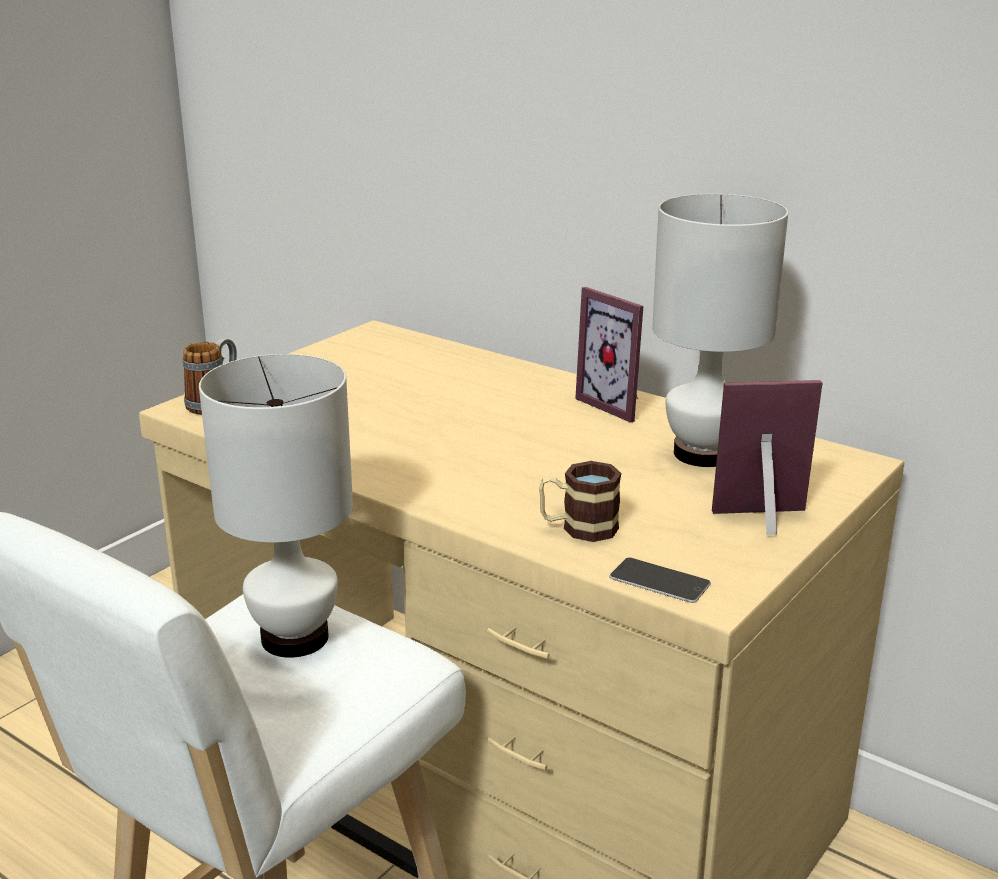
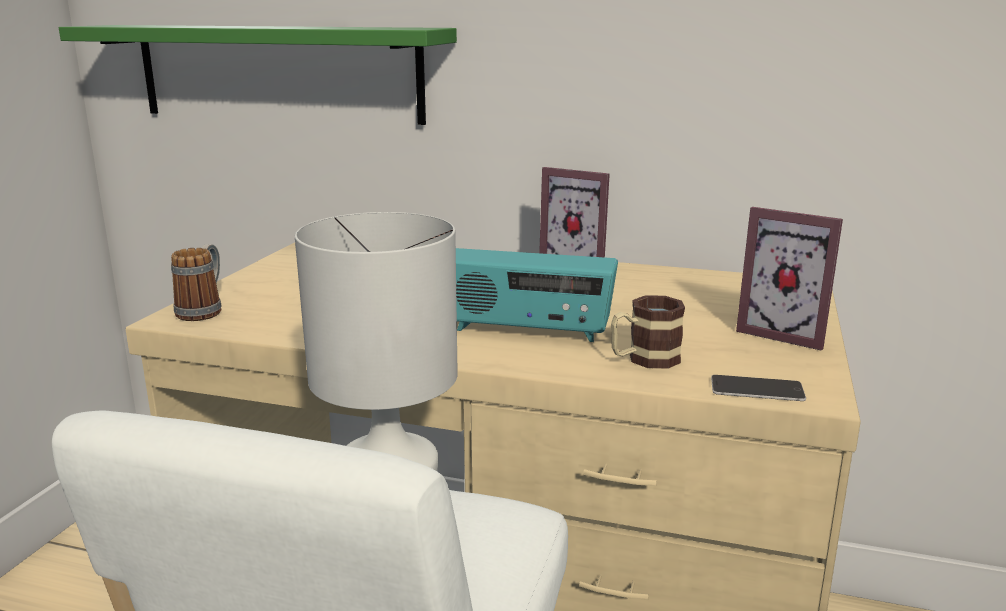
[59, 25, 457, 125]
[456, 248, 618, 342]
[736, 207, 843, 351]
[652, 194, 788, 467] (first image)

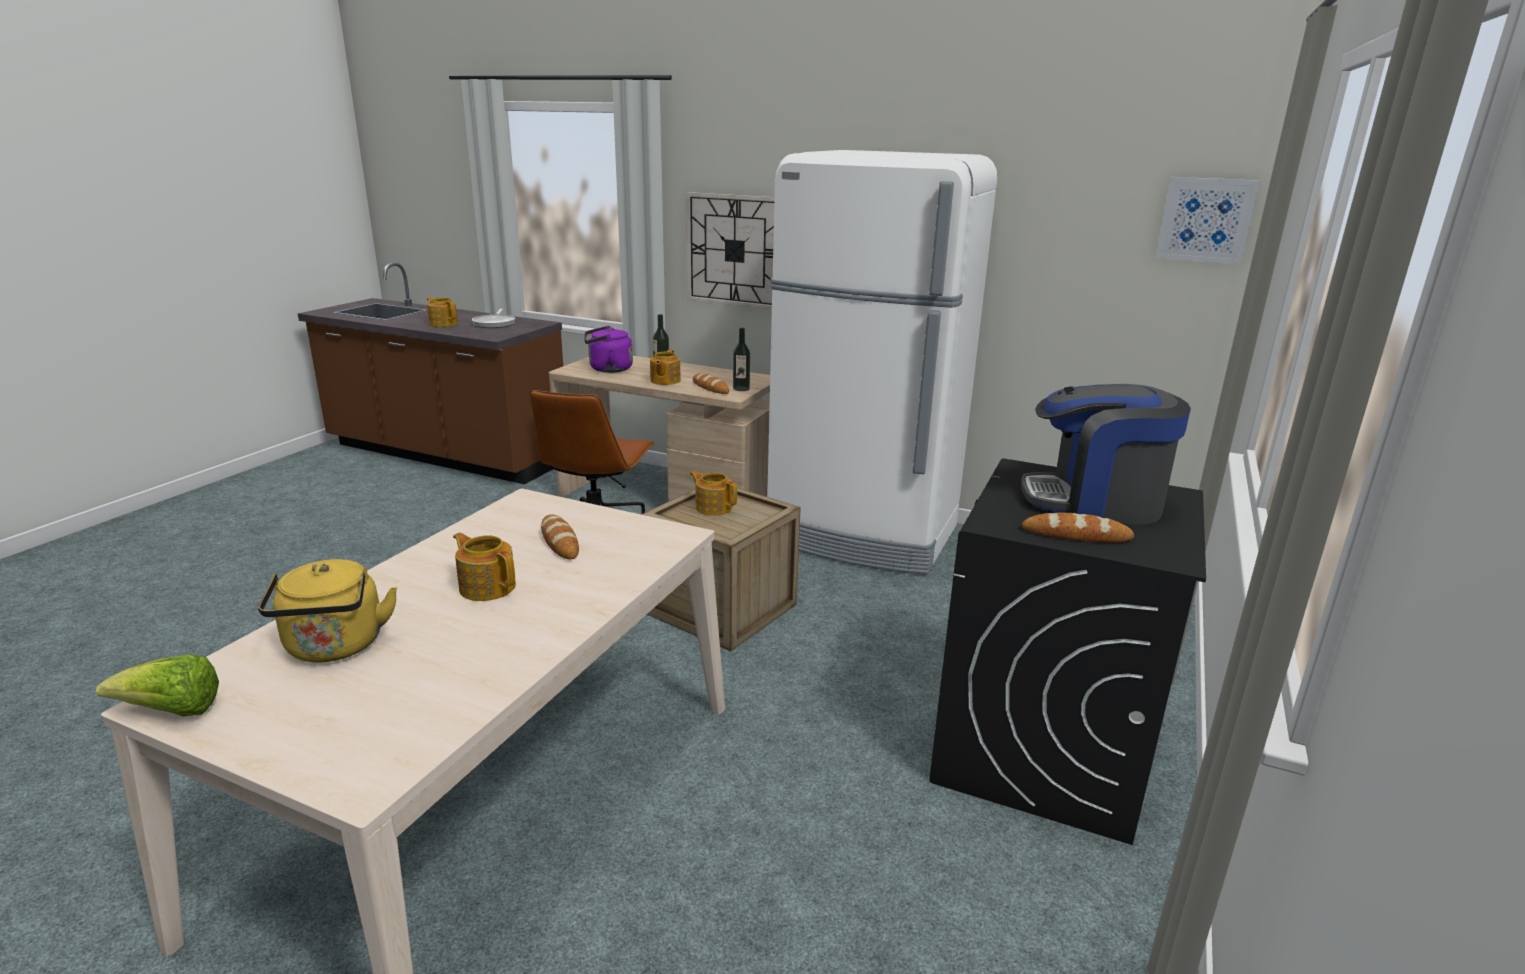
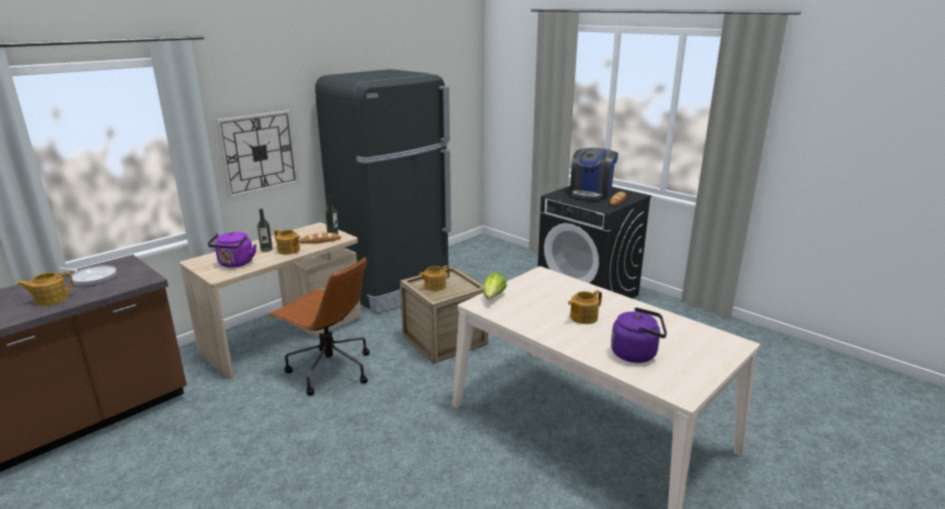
[315, 69, 451, 313]
[483, 272, 507, 299]
[611, 307, 667, 363]
[541, 514, 579, 559] (first image)
[1156, 177, 1260, 264] (first image)

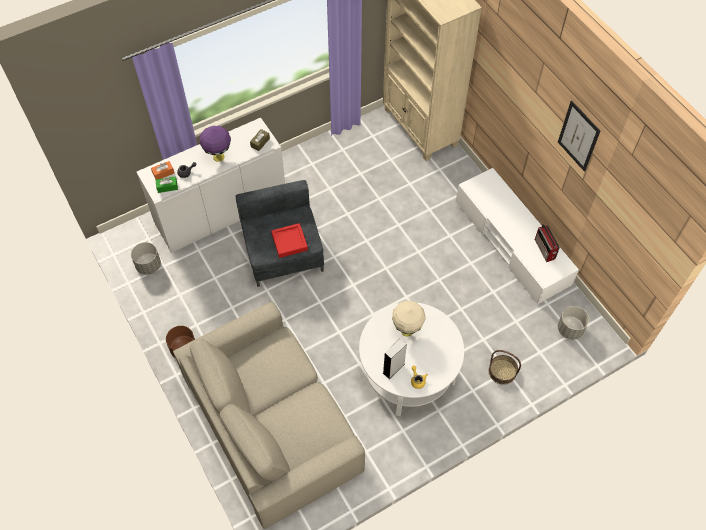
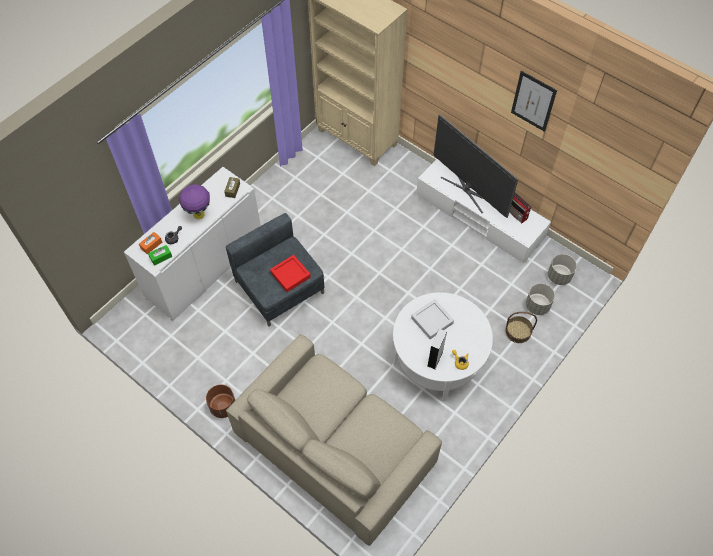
[411, 299, 454, 339]
[434, 114, 518, 218]
[526, 283, 555, 315]

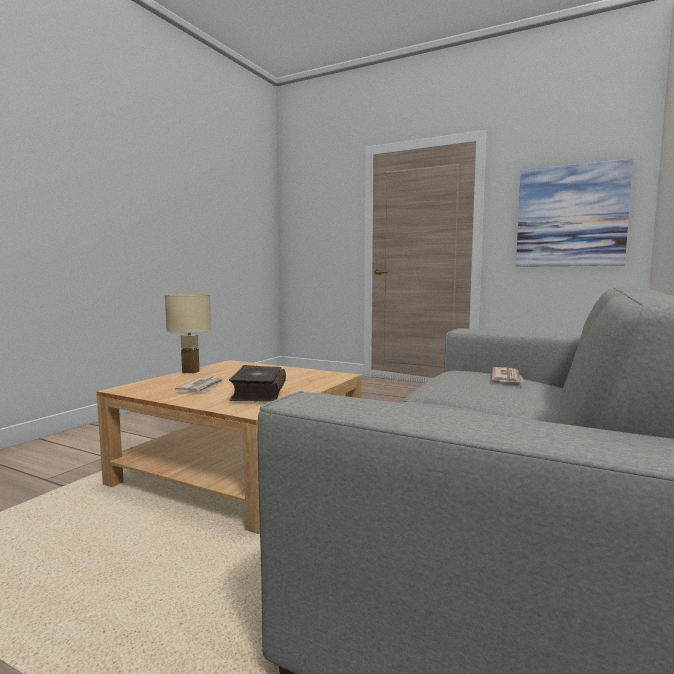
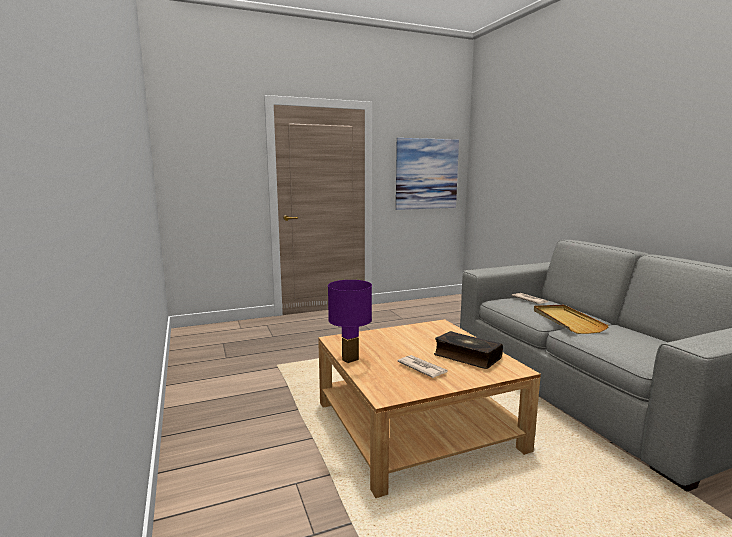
[328, 280, 372, 363]
[534, 305, 609, 334]

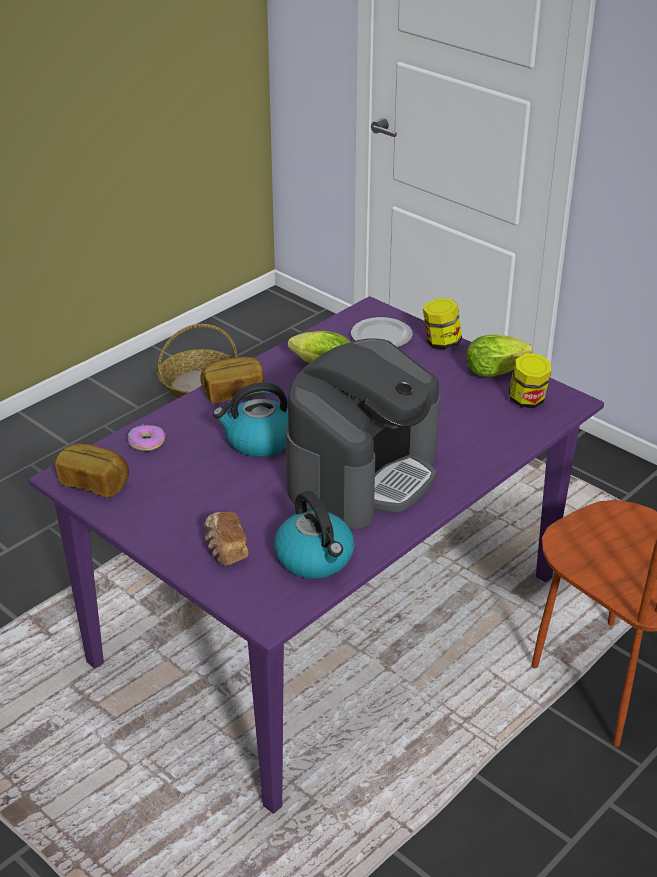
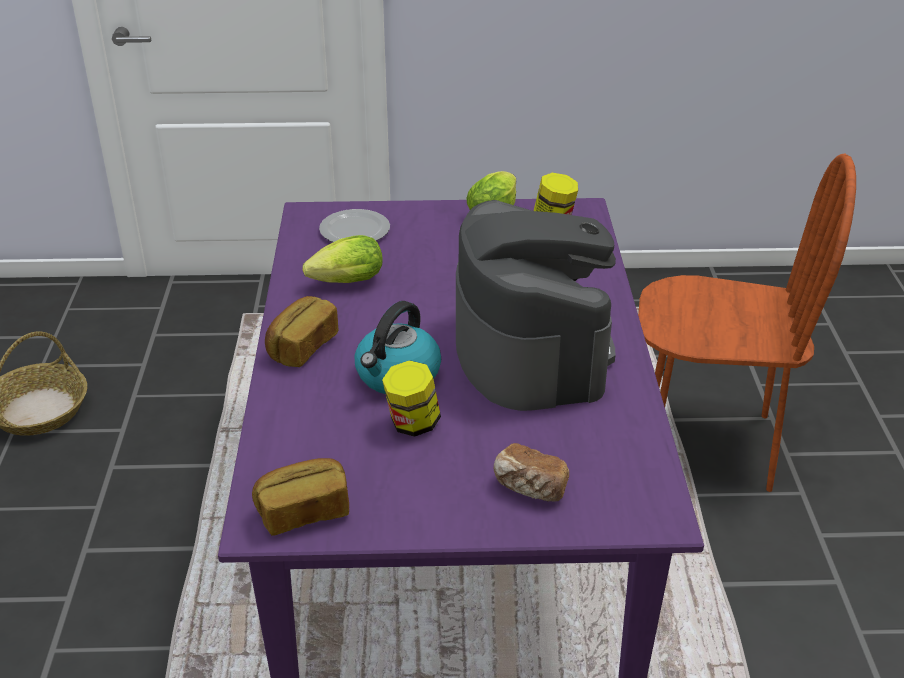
[382, 360, 441, 437]
[127, 425, 165, 451] (first image)
[274, 491, 355, 579] (first image)

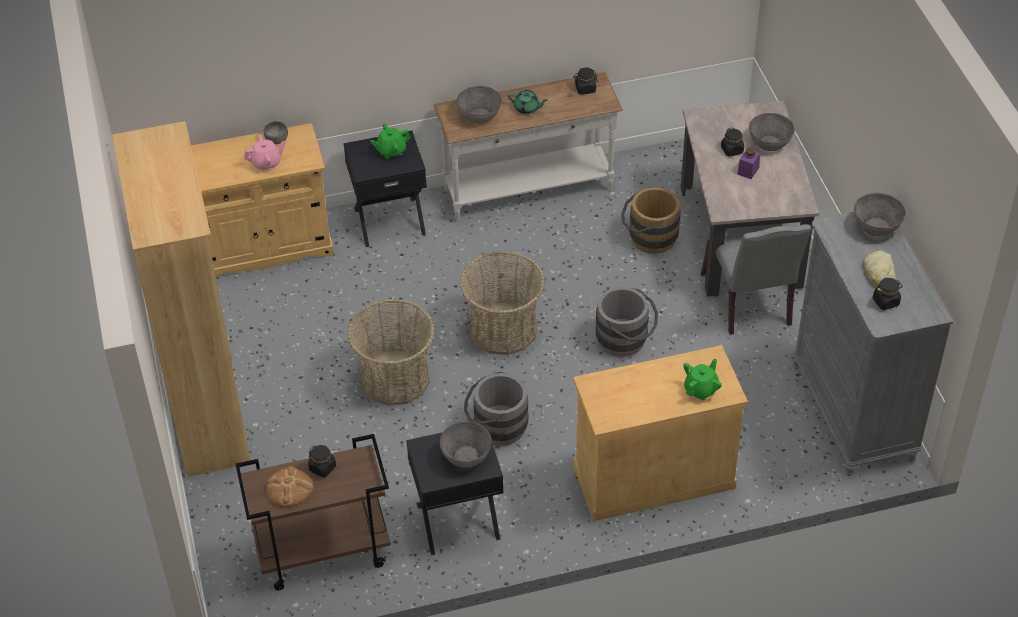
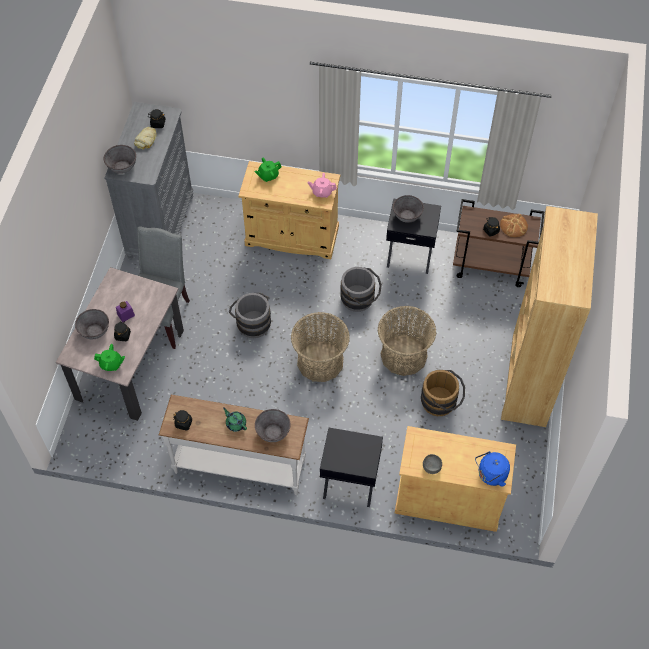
[94, 344, 125, 371]
[308, 173, 337, 198]
[421, 370, 465, 416]
[475, 451, 510, 486]

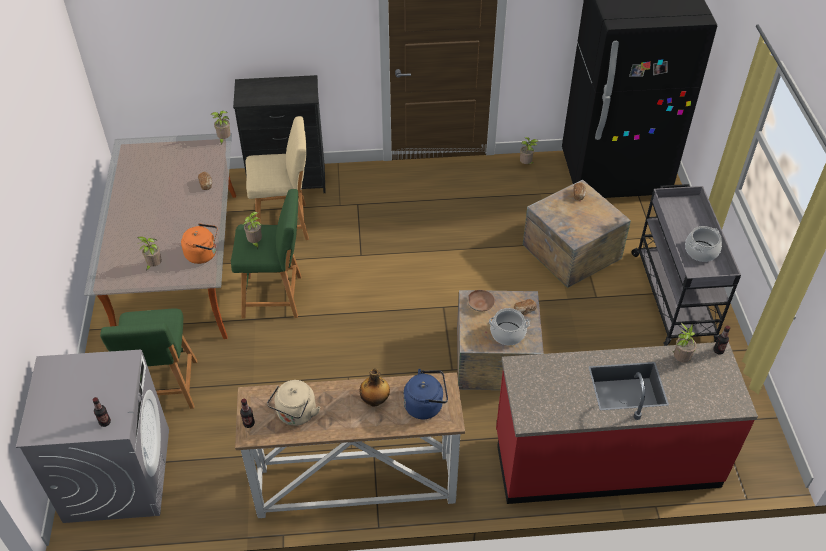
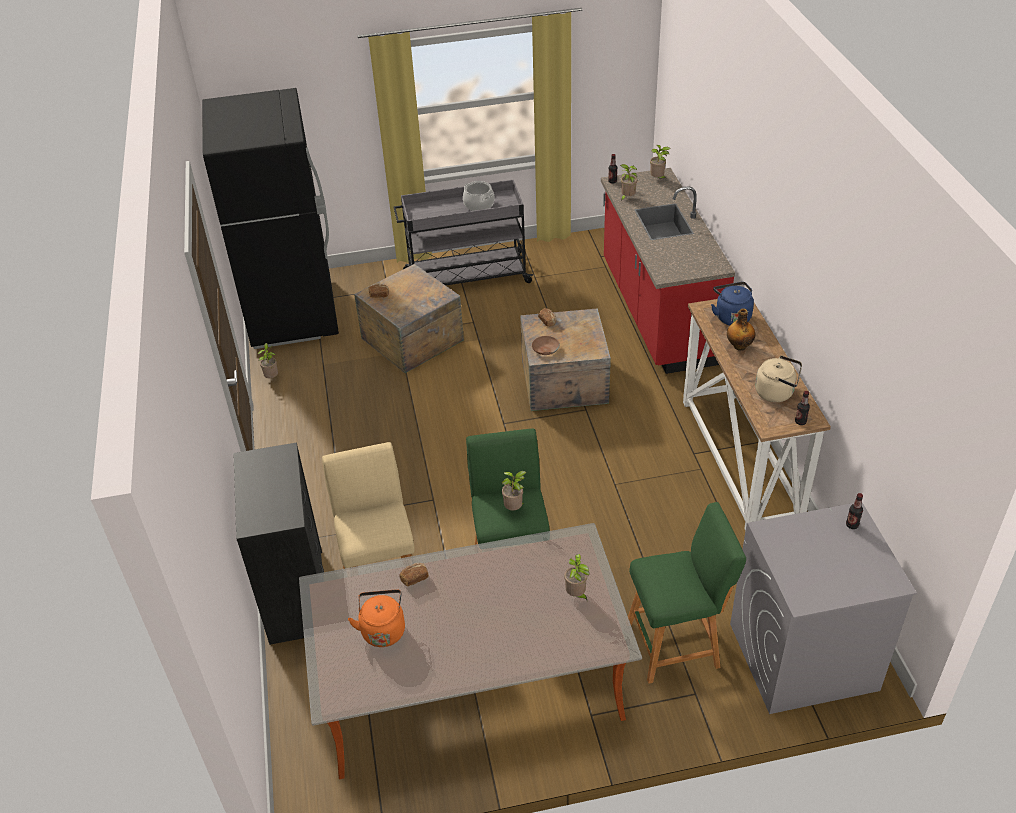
[348, 590, 405, 647]
[650, 145, 671, 179]
[489, 308, 530, 345] (first image)

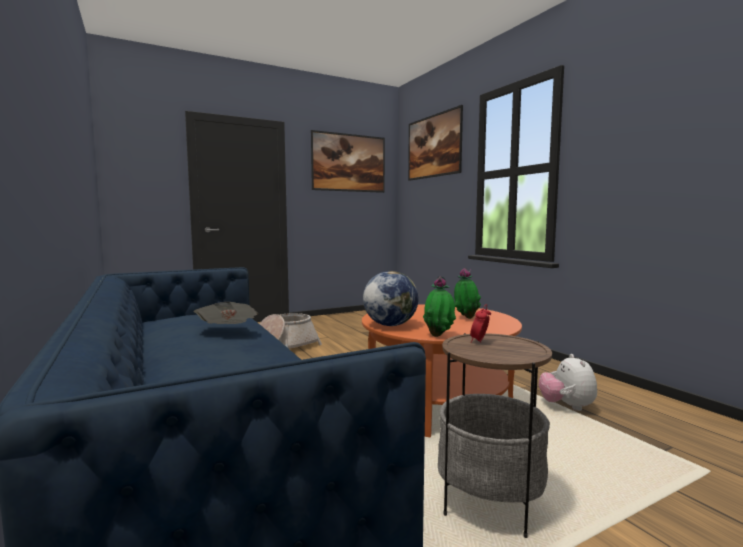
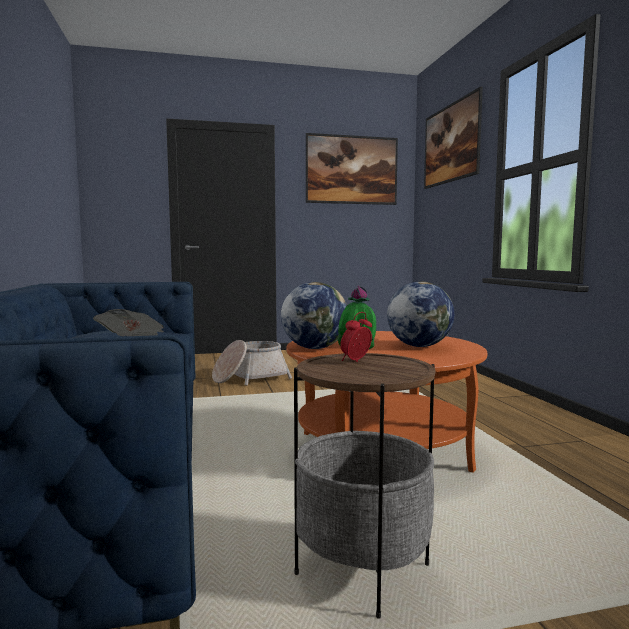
[387, 281, 454, 347]
[539, 354, 597, 411] (first image)

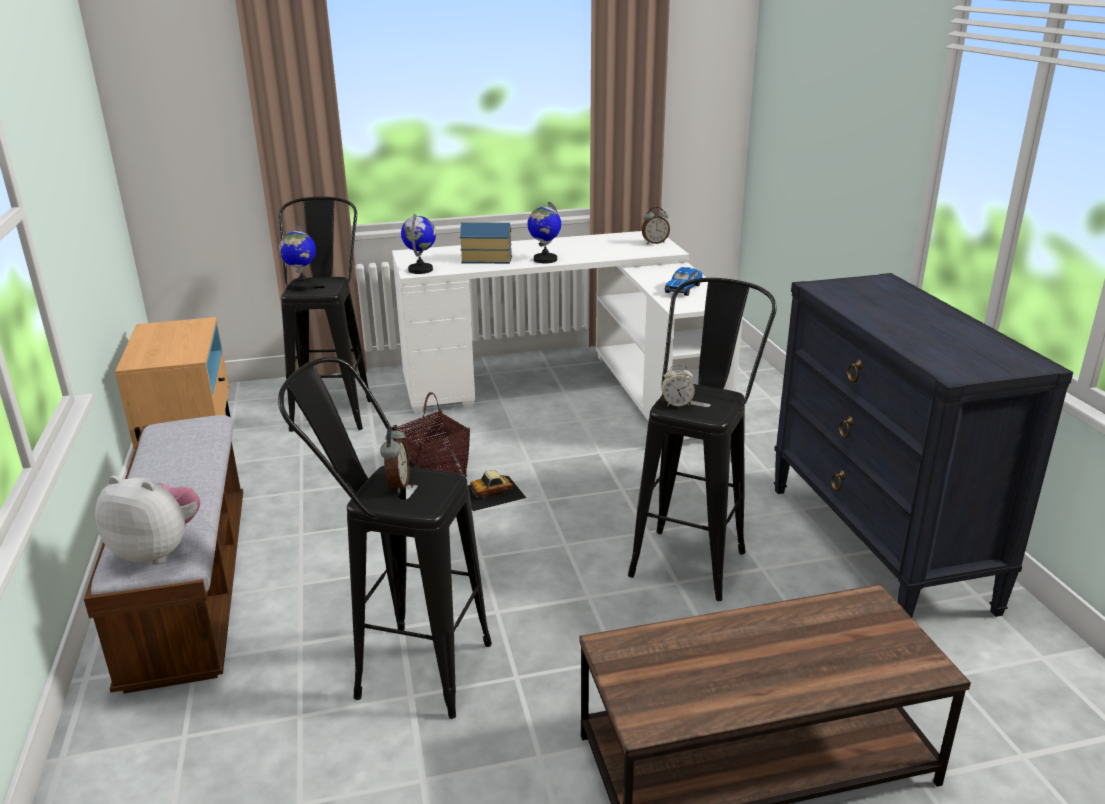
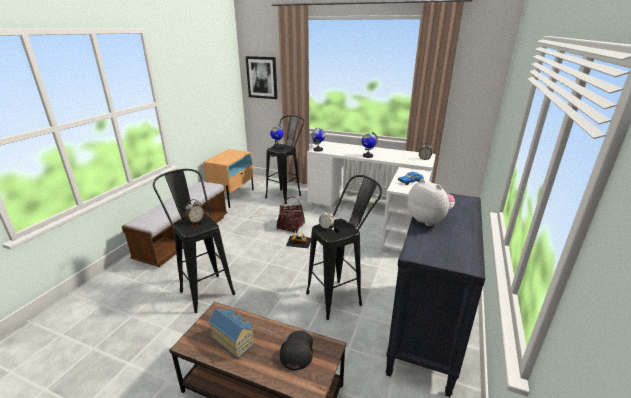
[208, 309, 254, 359]
[246, 56, 278, 99]
[280, 330, 313, 370]
[407, 179, 455, 226]

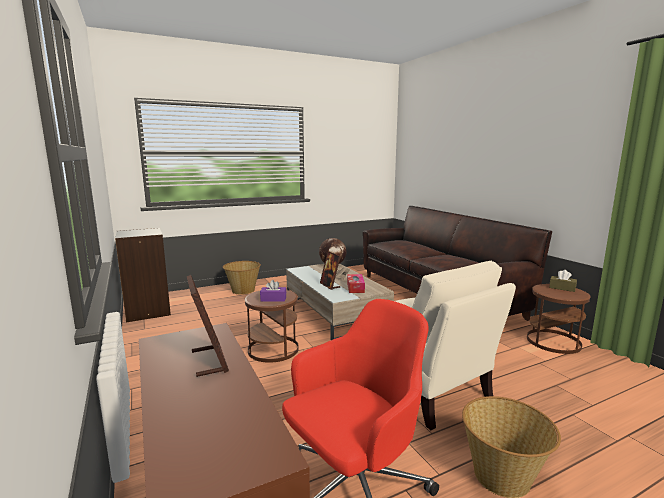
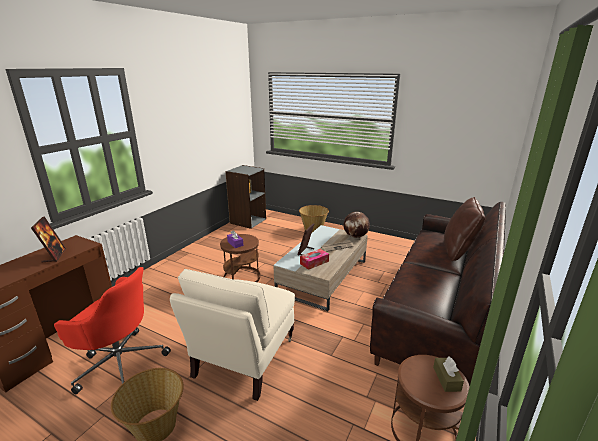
[31, 216, 66, 263]
[444, 197, 485, 261]

